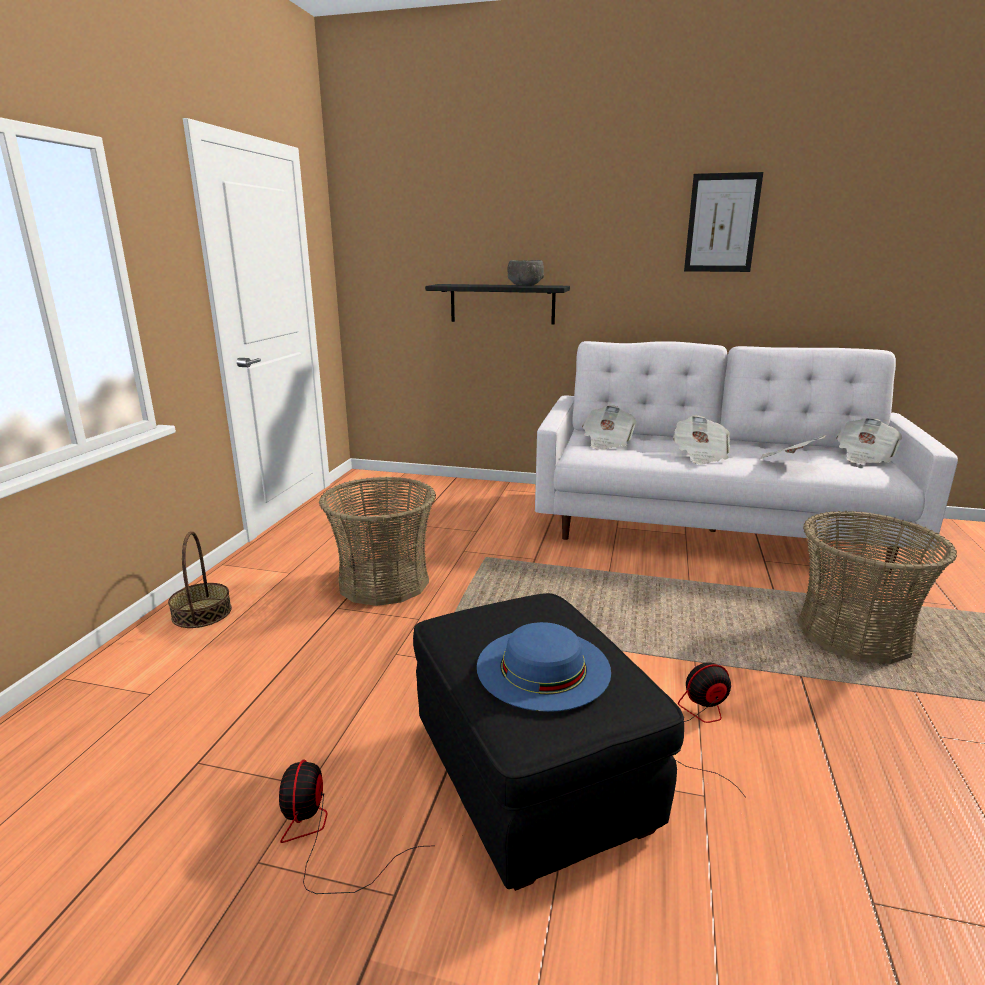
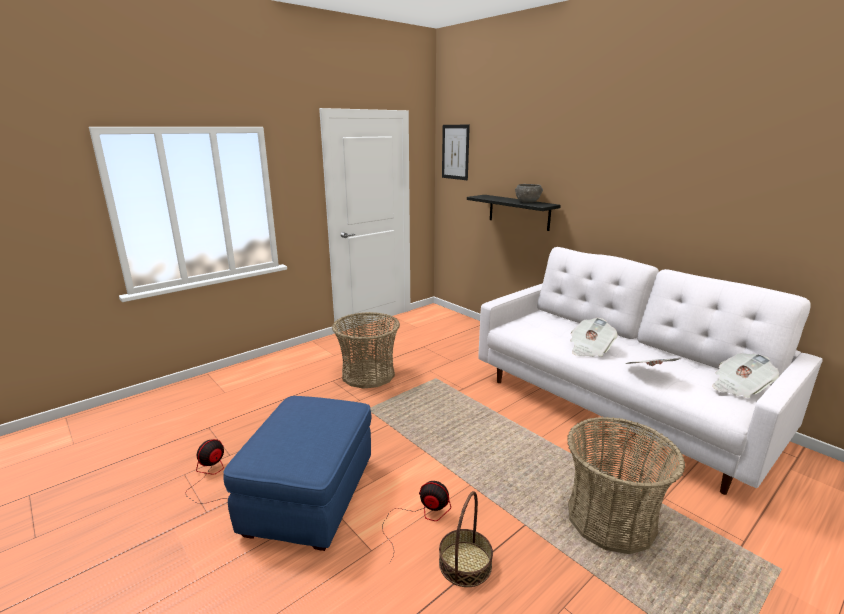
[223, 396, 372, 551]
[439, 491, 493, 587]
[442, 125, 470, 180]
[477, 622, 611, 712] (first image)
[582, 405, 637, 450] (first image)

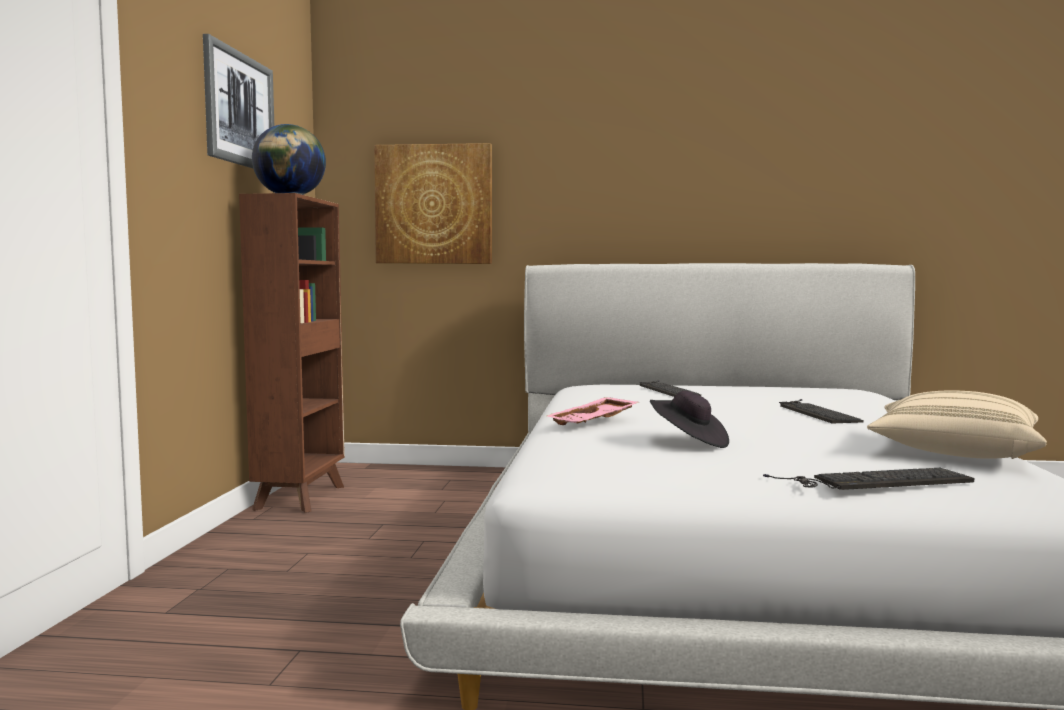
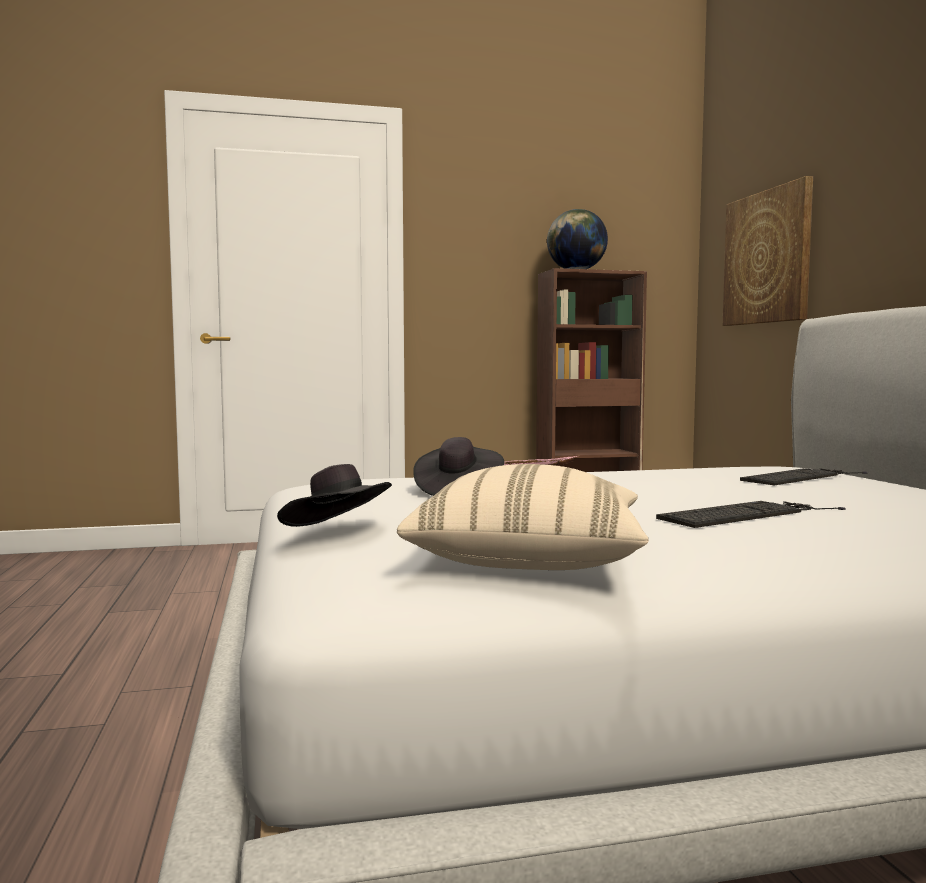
[277, 464, 392, 527]
[203, 34, 274, 168] (first image)

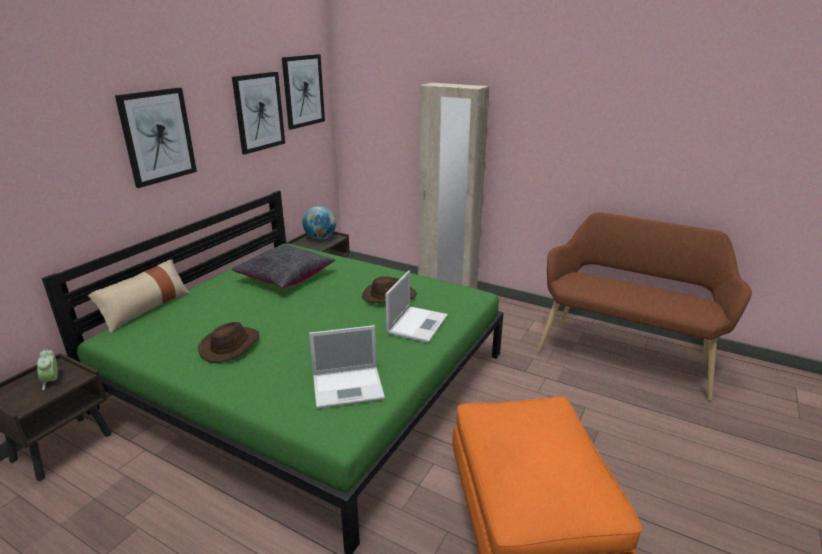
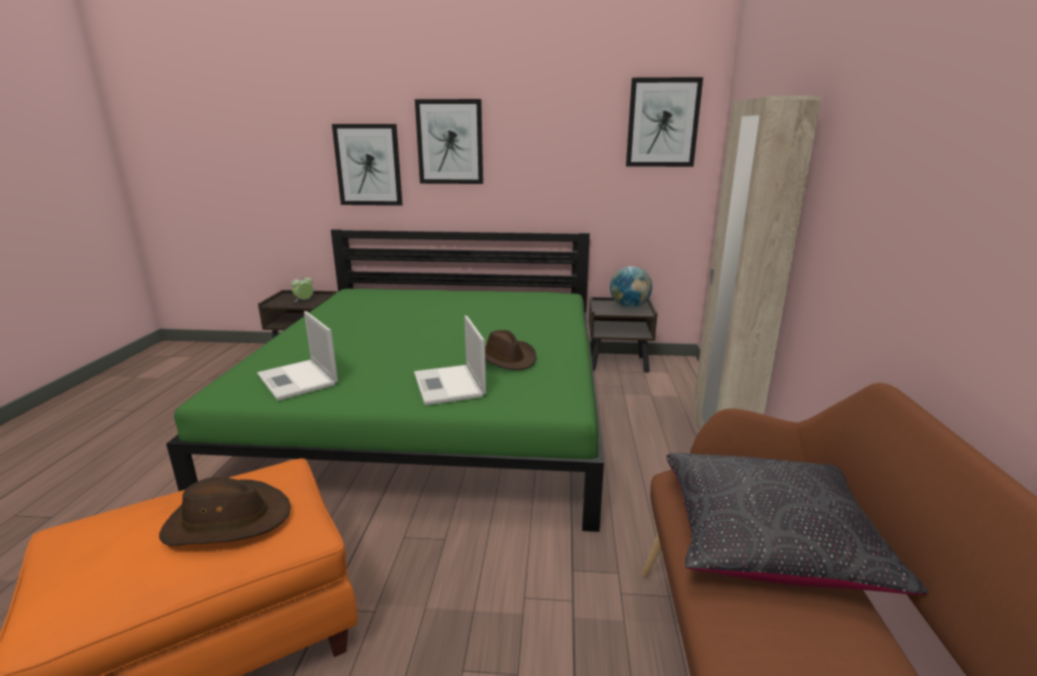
[159, 477, 291, 546]
[332, 124, 402, 206]
[414, 316, 486, 405]
[666, 453, 929, 595]
[87, 259, 191, 333] (first image)

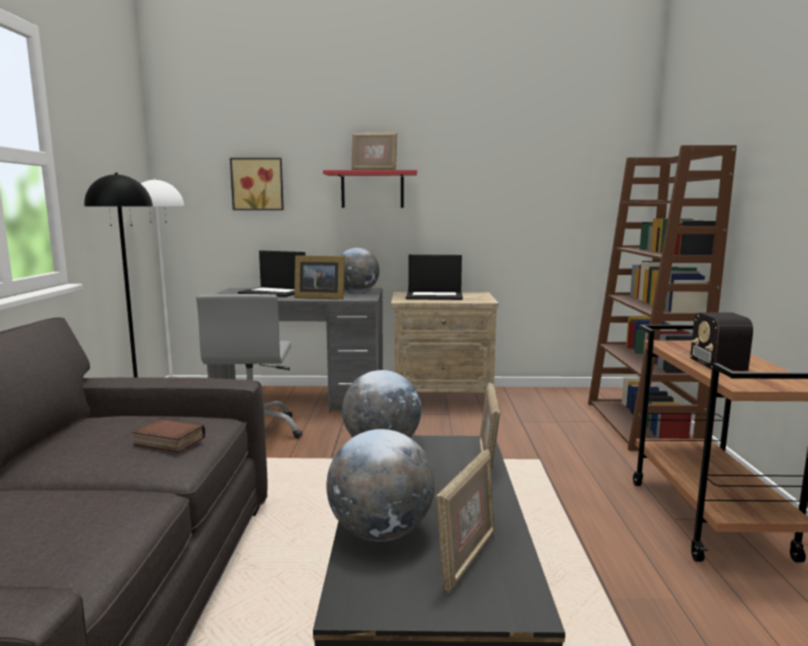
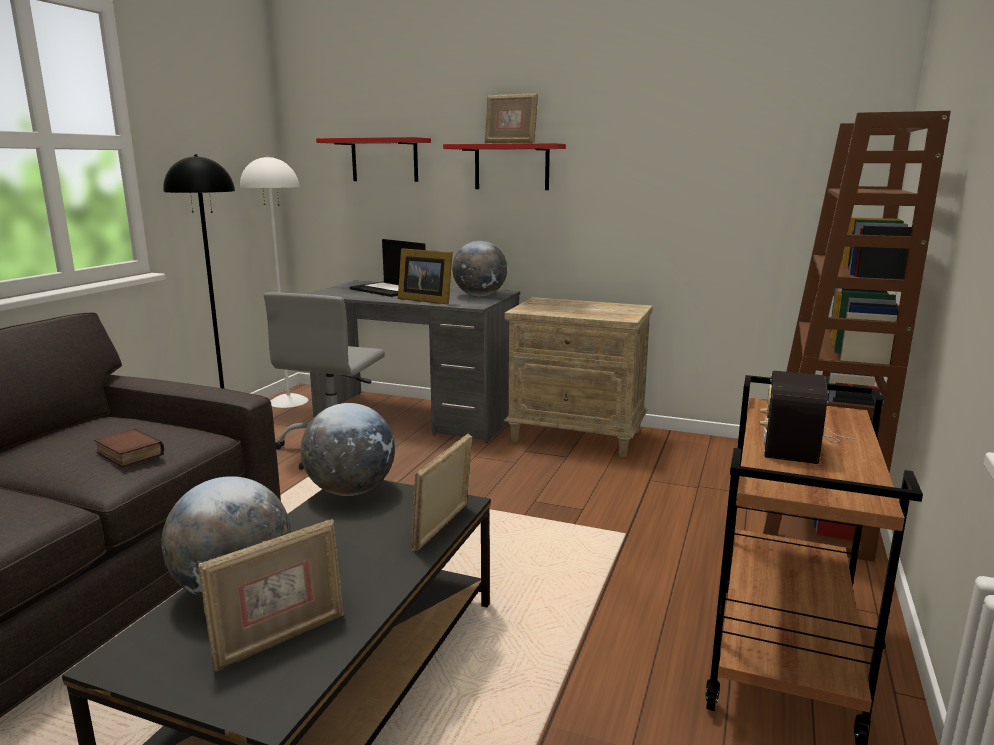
[316, 137, 431, 182]
[406, 255, 463, 300] (first image)

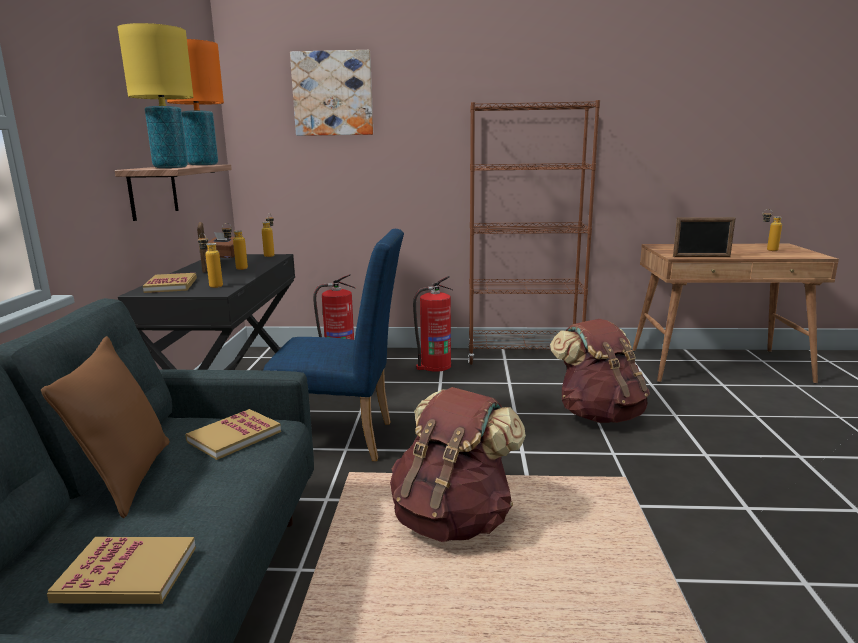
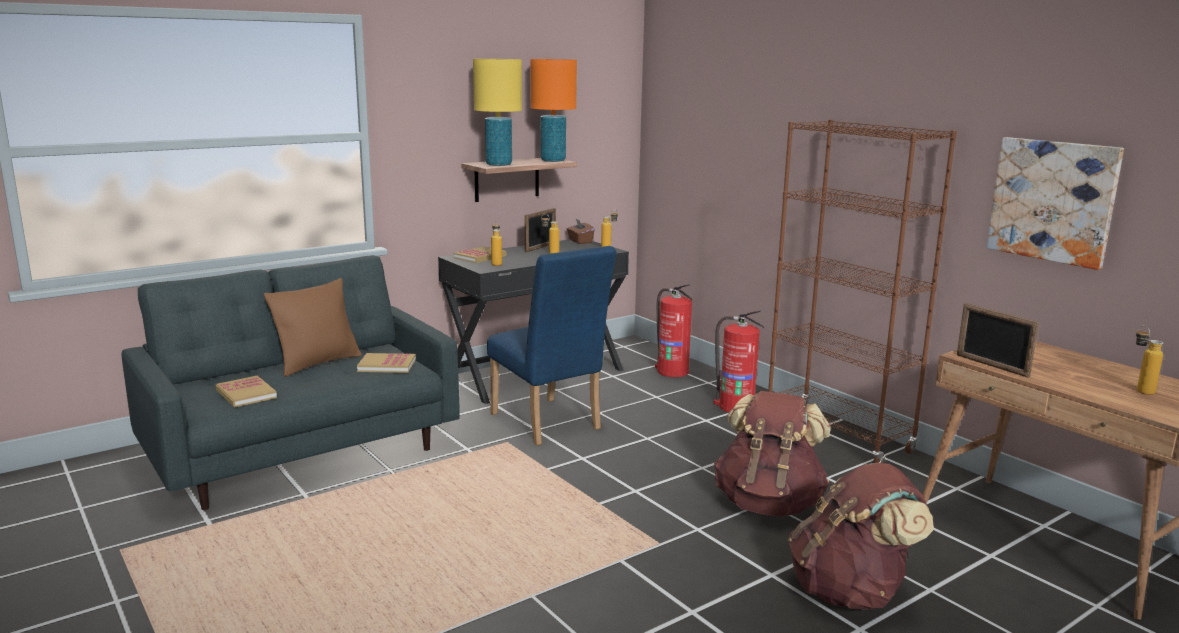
[788, 463, 934, 610]
[986, 137, 1124, 270]

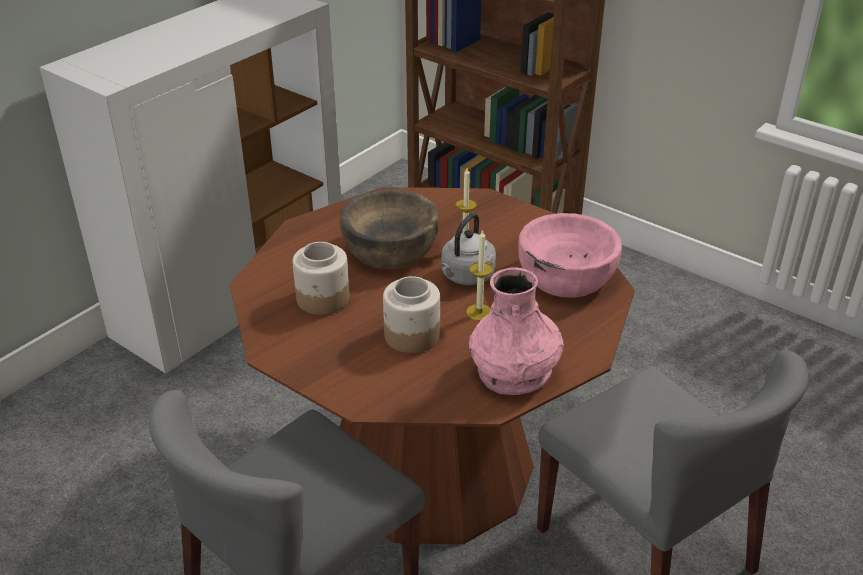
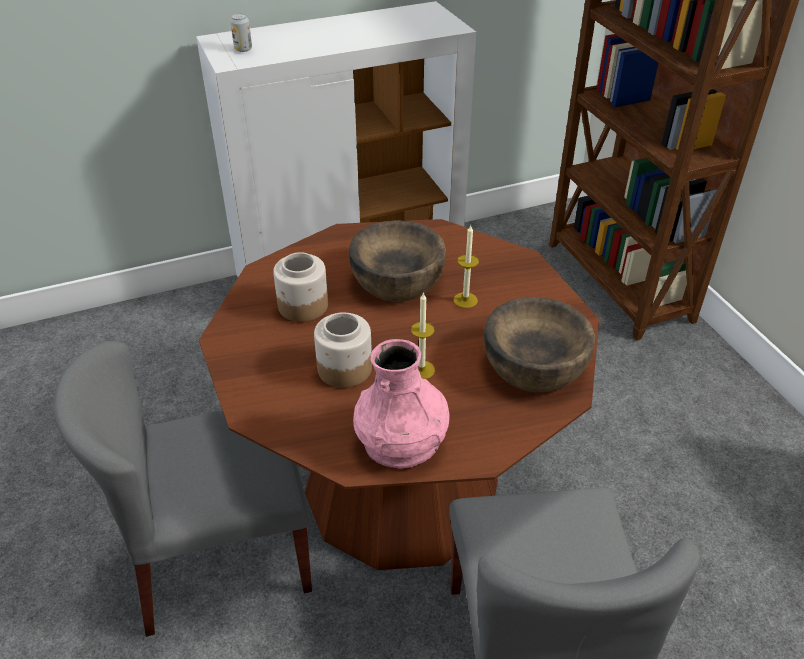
[230, 13, 252, 52]
[484, 297, 595, 392]
[441, 213, 496, 285] (first image)

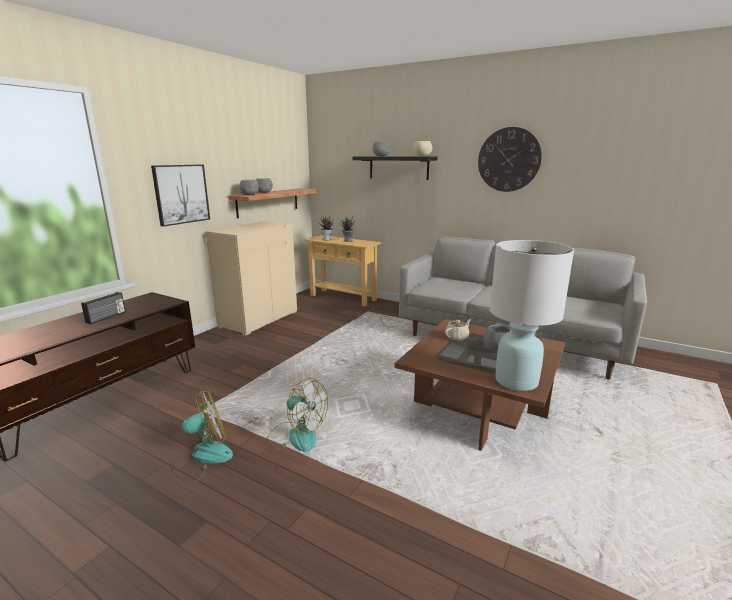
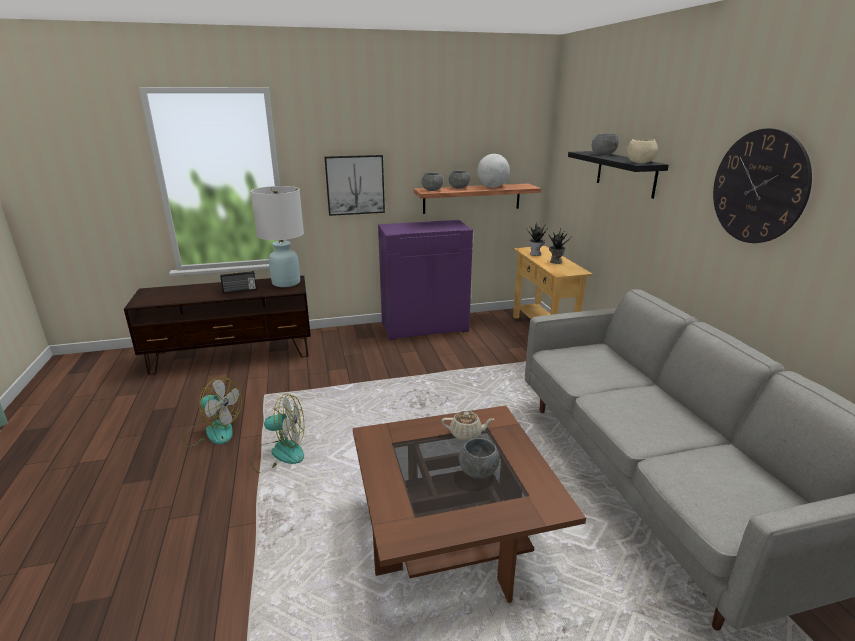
[250, 394, 304, 474]
[251, 186, 304, 287]
[378, 220, 473, 340]
[477, 154, 510, 188]

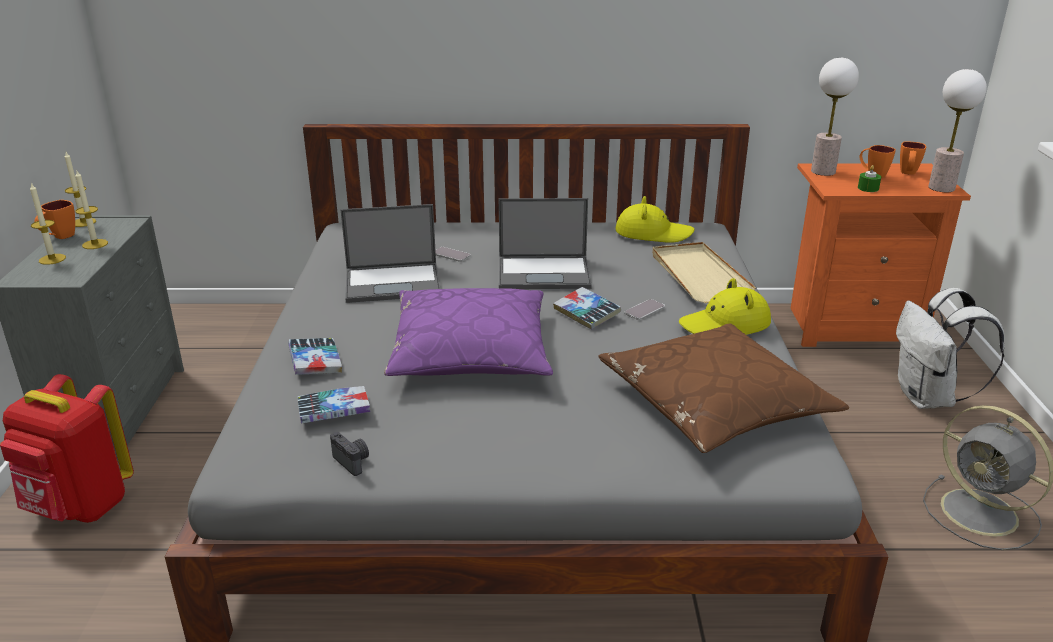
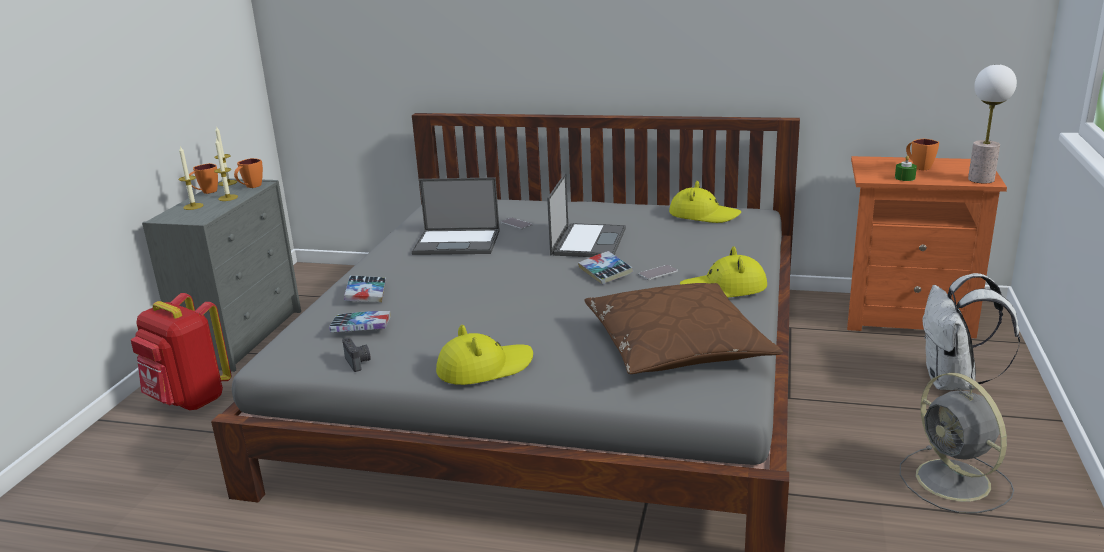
[234, 158, 263, 188]
[436, 325, 533, 385]
[547, 173, 626, 257]
[384, 288, 553, 376] (first image)
[652, 242, 756, 303] (first image)
[811, 58, 859, 176] (first image)

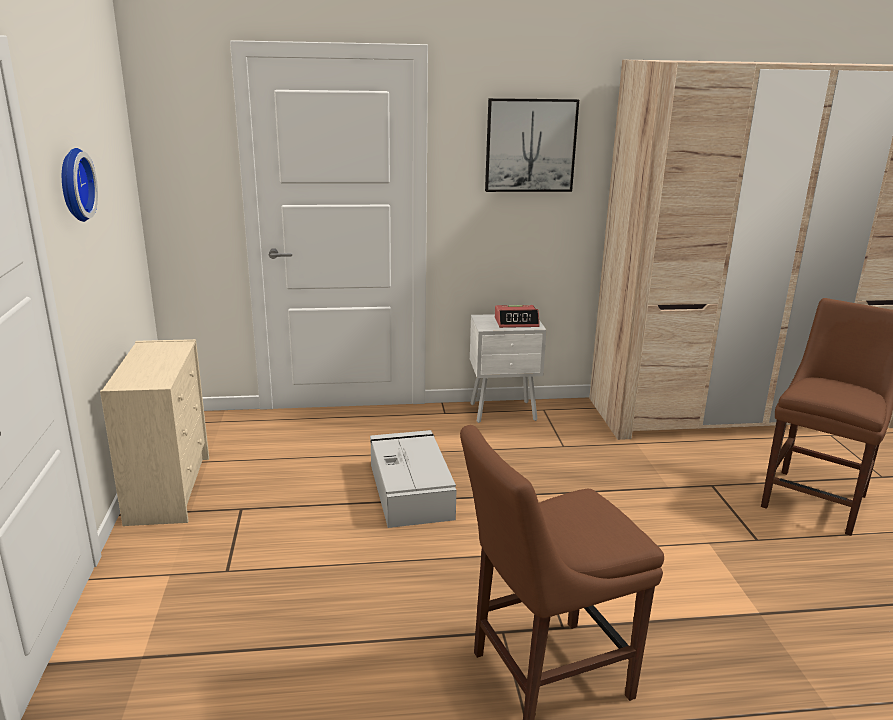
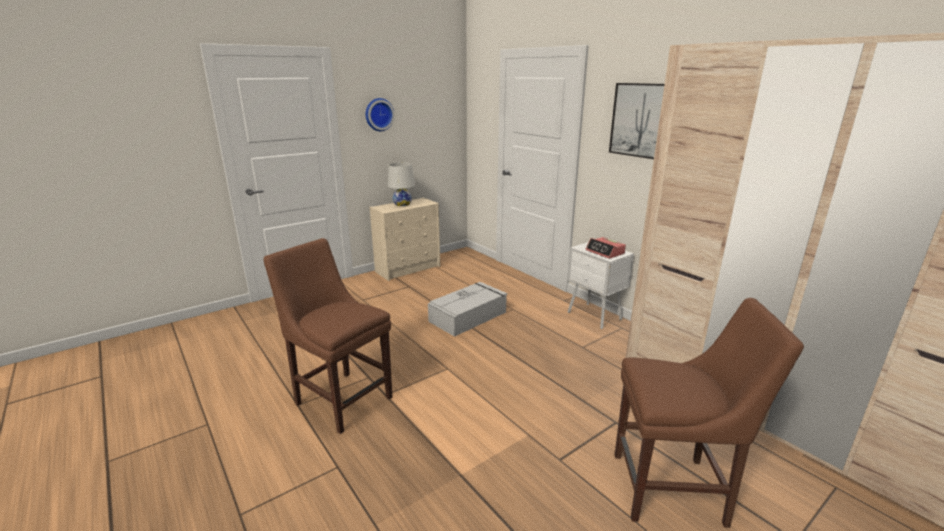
[388, 162, 415, 206]

